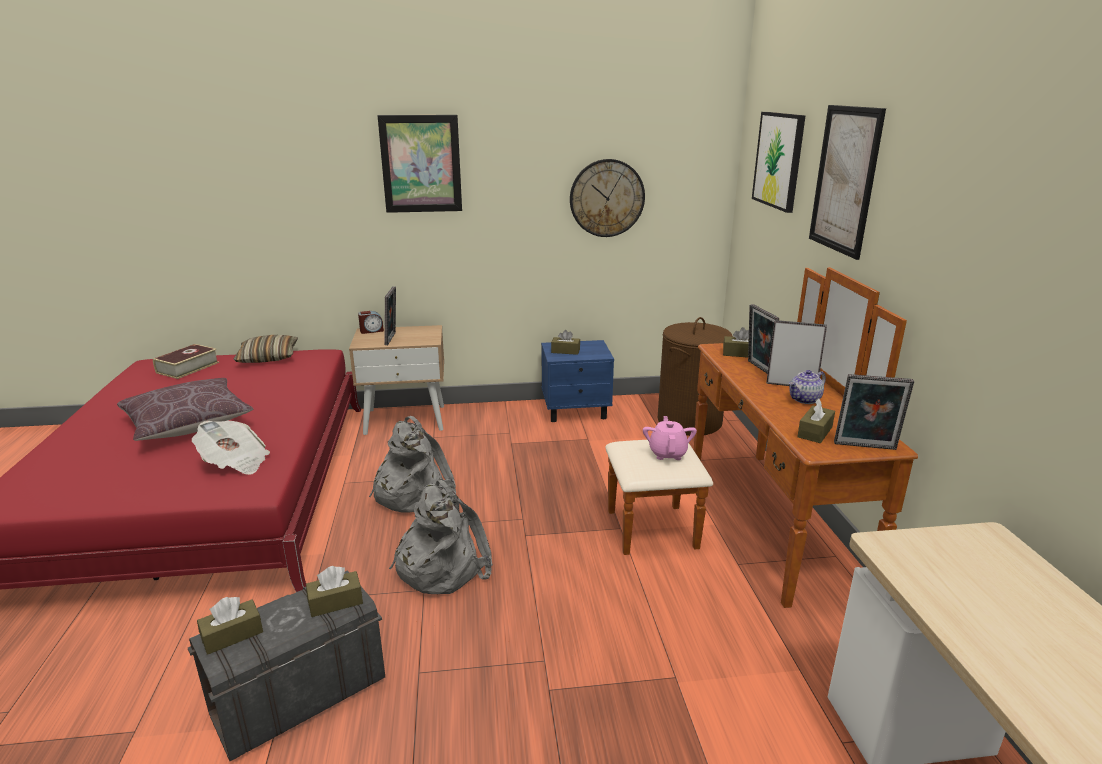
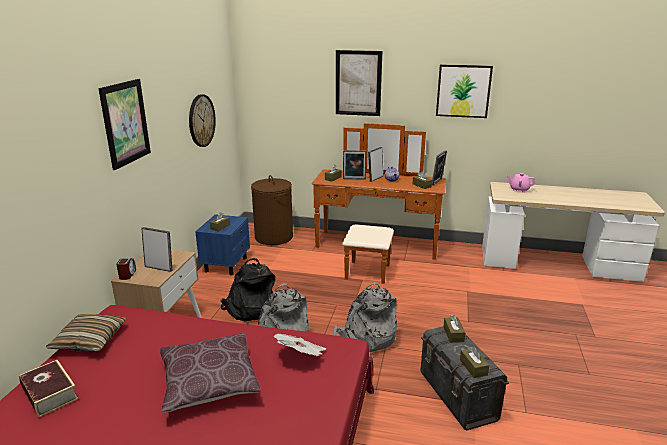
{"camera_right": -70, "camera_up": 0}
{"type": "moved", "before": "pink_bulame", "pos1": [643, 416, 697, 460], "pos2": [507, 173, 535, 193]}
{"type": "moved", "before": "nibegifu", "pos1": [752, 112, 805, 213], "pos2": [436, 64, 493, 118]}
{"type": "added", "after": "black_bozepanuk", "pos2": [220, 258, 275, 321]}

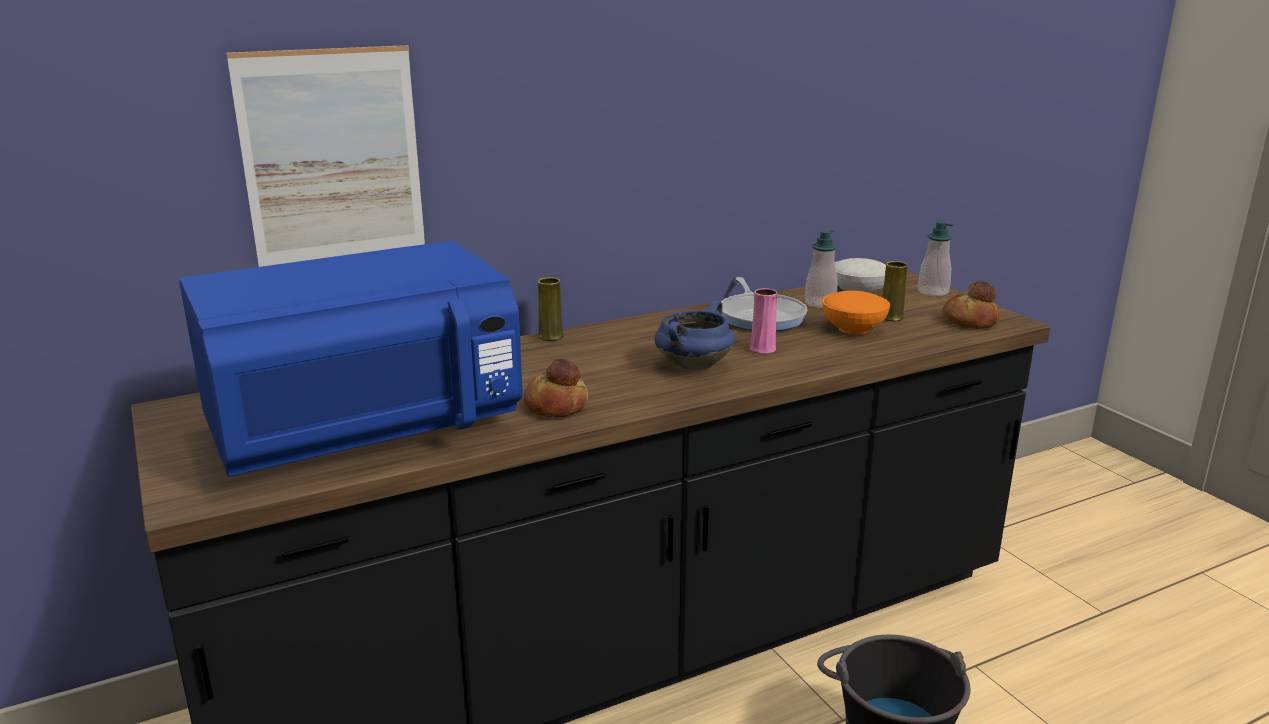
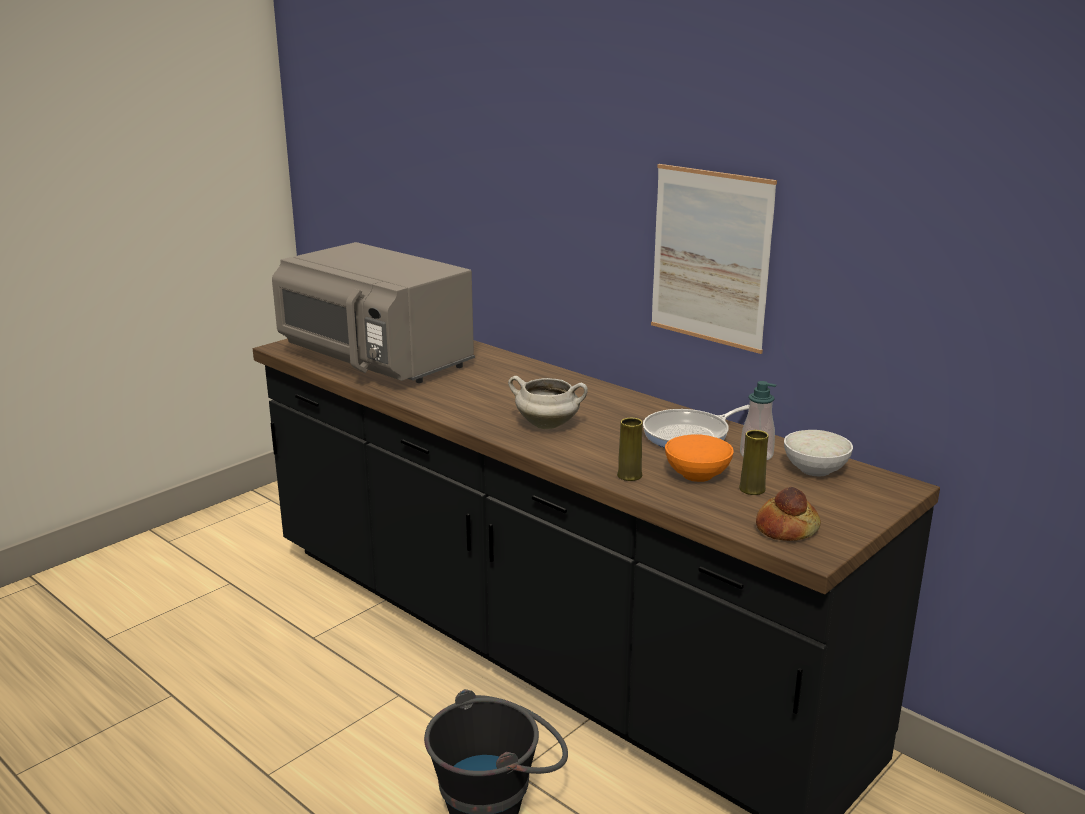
{"camera_right": 70, "camera_up": 0}
{"type": "recoloured", "before": "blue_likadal", "after": "grey_likadal", "pos1": [179, 241, 523, 477], "pos2": [272, 242, 475, 383]}
{"type": "moved", "before": "nibegifu", "pos1": [226, 45, 425, 267], "pos2": [651, 164, 777, 354]}
{"type": "removed", "before": "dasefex", "pos1": [523, 359, 588, 418]}
{"type": "moved", "before": "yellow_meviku", "pos1": [538, 277, 564, 341], "pos2": [617, 418, 643, 481]}
{"type": "recoloured", "before": "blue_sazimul", "after": "white_sazimul", "pos1": [655, 300, 735, 371], "pos2": [508, 376, 588, 429]}
{"type": "removed", "before": "pink_meviku", "pos1": [750, 288, 777, 354]}
{"type": "removed", "before": "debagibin", "pos1": [918, 221, 954, 296]}

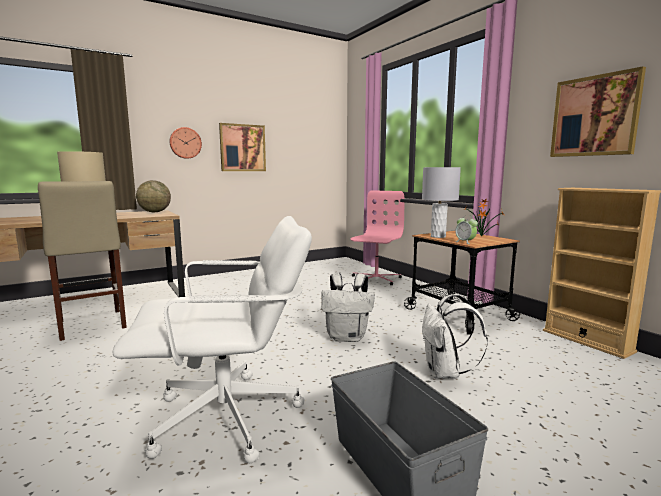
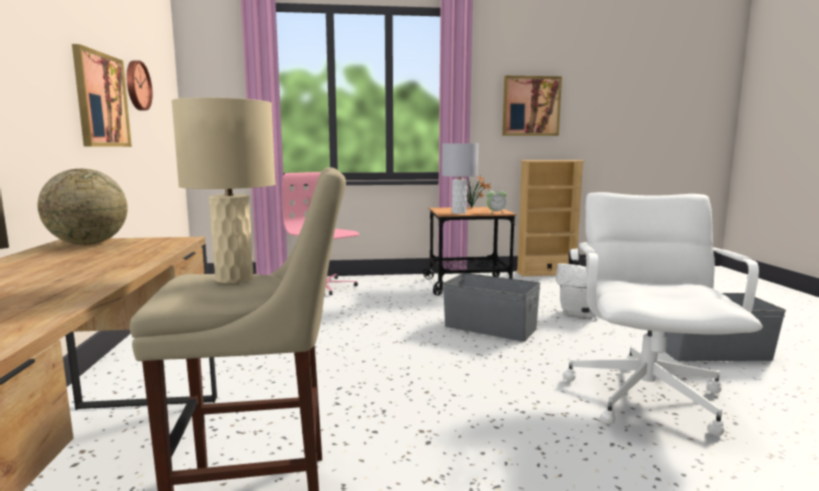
{"camera_right": -65, "camera_up": 0}
{"type": "moved", "before": "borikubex", "pos1": [169, 127, 202, 159], "pos2": [127, 60, 153, 111]}
{"type": "replaced", "before": "white_bozepanuk", "after": "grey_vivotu", "pos1": [321, 273, 375, 342], "pos2": [443, 273, 541, 342]}

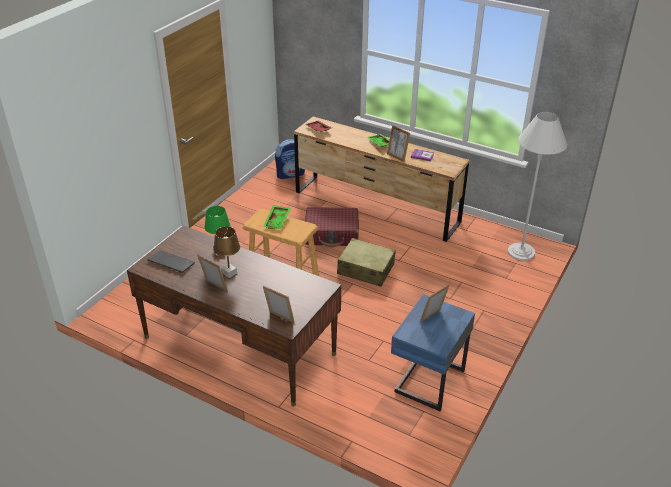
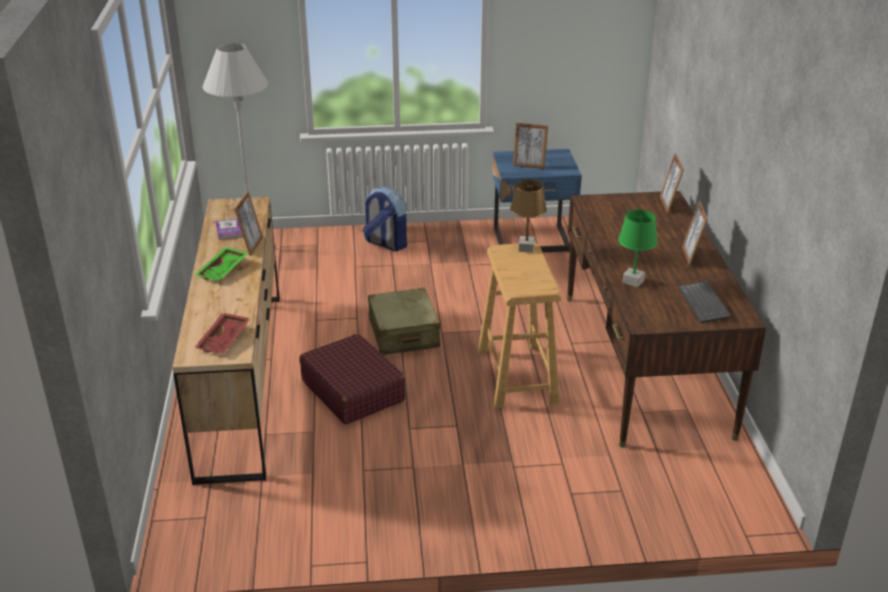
{"camera_right": -125, "camera_up": -5}
{"type": "moved", "before": "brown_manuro", "pos1": [213, 226, 240, 278], "pos2": [510, 179, 547, 253]}
{"type": "removed", "before": "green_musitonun", "pos1": [263, 206, 291, 229]}
{"type": "moved", "before": "bozepanuk", "pos1": [275, 139, 305, 179], "pos2": [363, 187, 407, 251]}

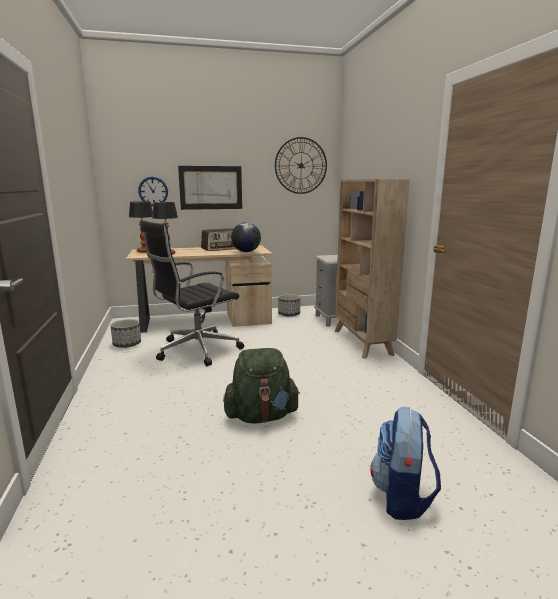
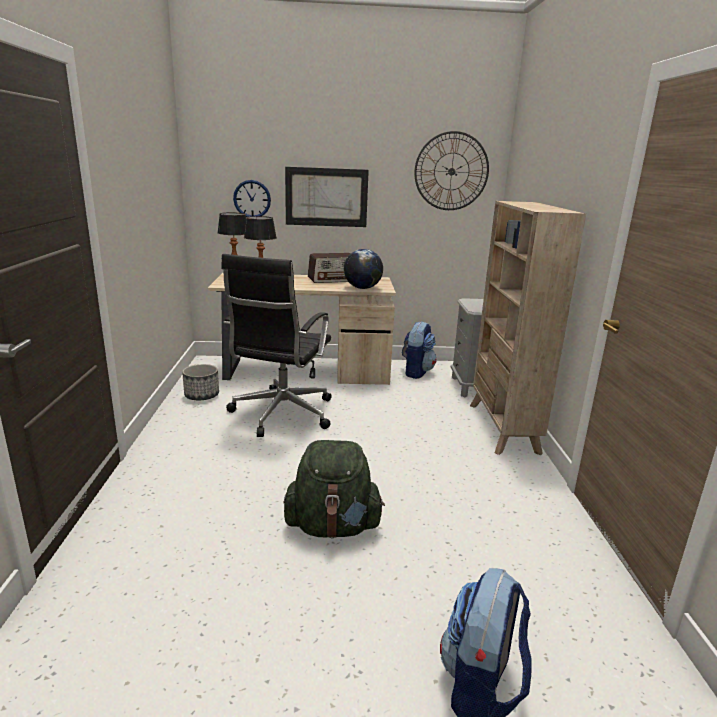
{"camera_right": 10, "camera_up": 5}
{"type": "turned", "before": "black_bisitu", "pos1": [140, 220, 244, 366], "pos2": [221, 254, 332, 437], "turn": -45}
{"type": "replaced", "before": "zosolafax", "after": "bozepanuk", "pos1": [278, 294, 300, 317], "pos2": [402, 321, 437, 379]}

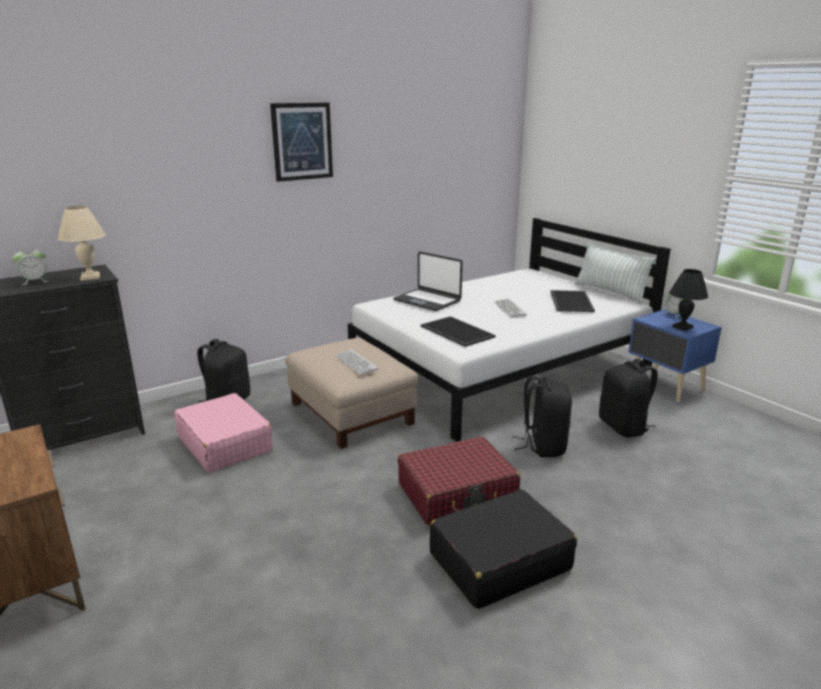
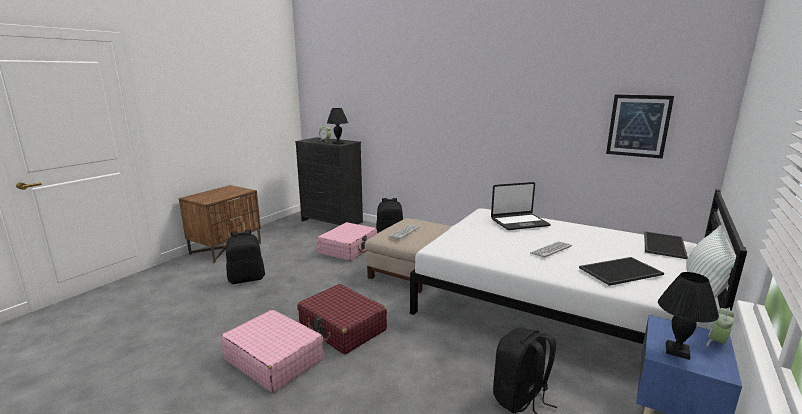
{"camera_right": 65, "camera_up": -5}
{"type": "recoloured", "before": "beige_manuro", "after": "black_manuro", "pos1": [58, 206, 106, 281], "pos2": [327, 108, 348, 145]}
{"type": "moved", "before": "nibegifu", "pos1": [270, 102, 333, 182], "pos2": [606, 94, 674, 159]}
{"type": "turned", "before": "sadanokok", "pos1": [393, 252, 463, 311], "pos2": [491, 182, 551, 230], "turn": -120}
{"type": "moved", "before": "musitonun", "pos1": [421, 316, 496, 347], "pos2": [644, 231, 688, 259]}
{"type": "recoloured", "before": "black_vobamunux", "after": "pink_vobamunux", "pos1": [430, 489, 577, 609], "pos2": [221, 310, 324, 393]}
{"type": "moved", "before": "black_bozepanuk", "pos1": [512, 375, 572, 457], "pos2": [226, 230, 265, 284]}

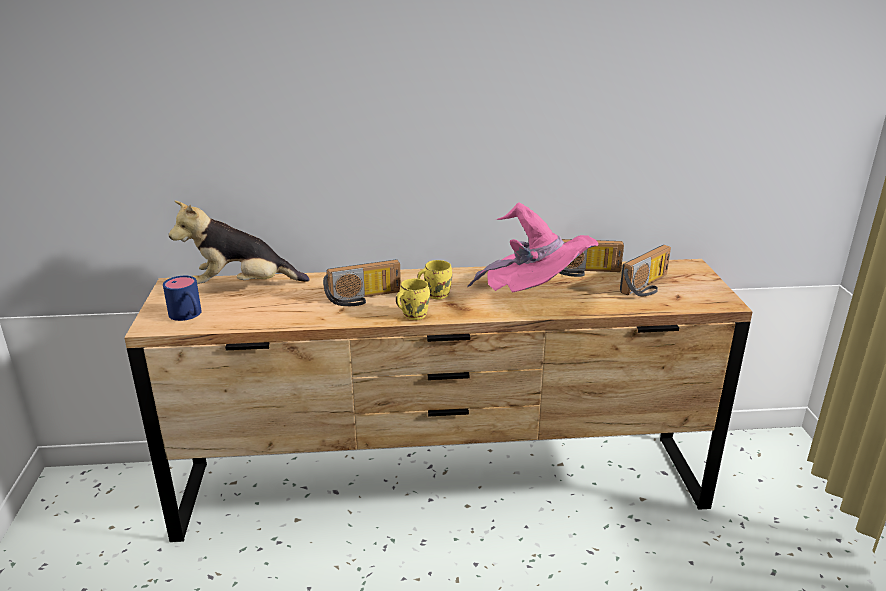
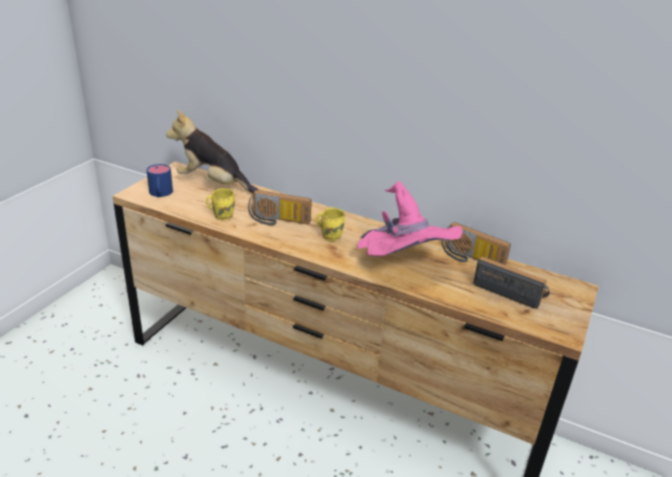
{"camera_right": 30, "camera_up": 5}
{"type": "moved", "before": "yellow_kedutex", "pos1": [396, 278, 430, 320], "pos2": [206, 188, 235, 221]}
{"type": "turned", "before": "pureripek", "pos1": [620, 245, 671, 296], "pos2": [473, 257, 549, 309], "turn": -135}

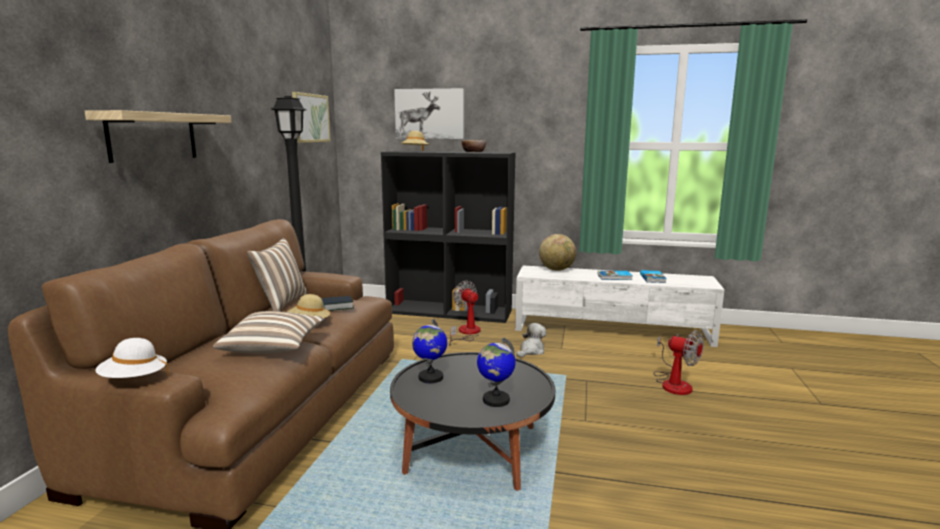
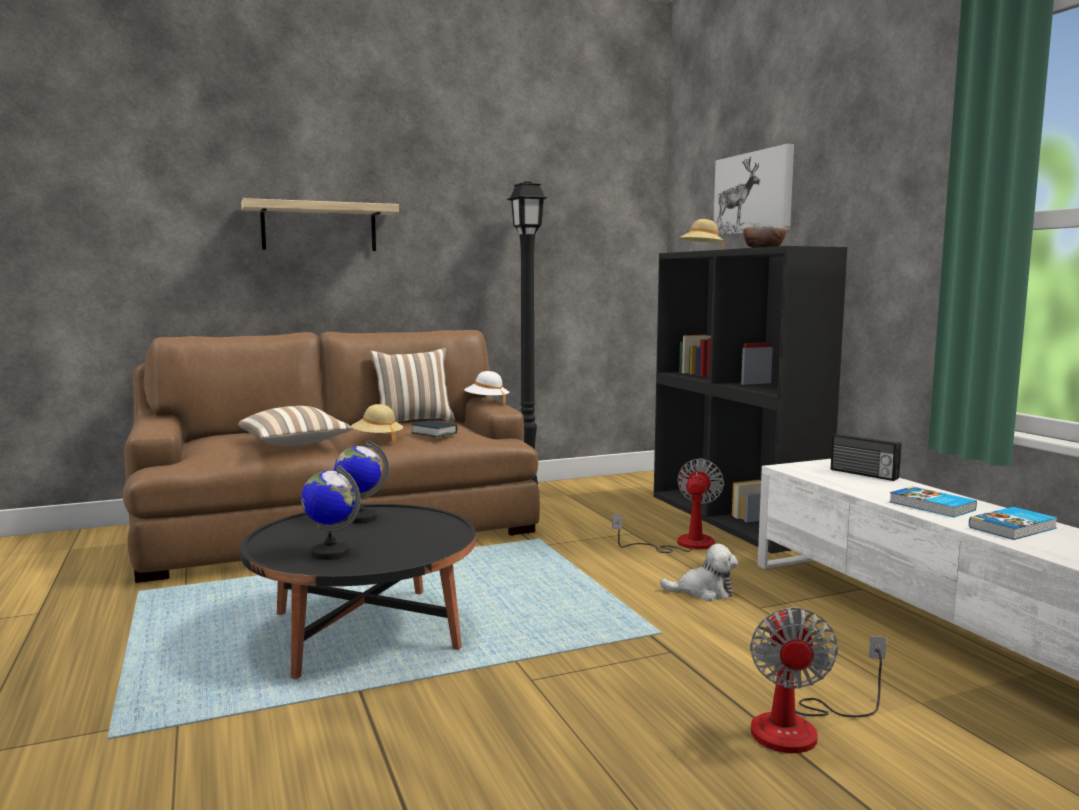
{"camera_right": 55, "camera_up": -5}
{"type": "moved", "before": "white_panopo", "pos1": [95, 338, 169, 378], "pos2": [464, 371, 509, 404]}
{"type": "removed", "before": "nibegifu", "pos1": [292, 92, 331, 143]}
{"type": "replaced", "before": "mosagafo", "after": "pureripek", "pos1": [539, 234, 576, 271], "pos2": [831, 434, 901, 481]}

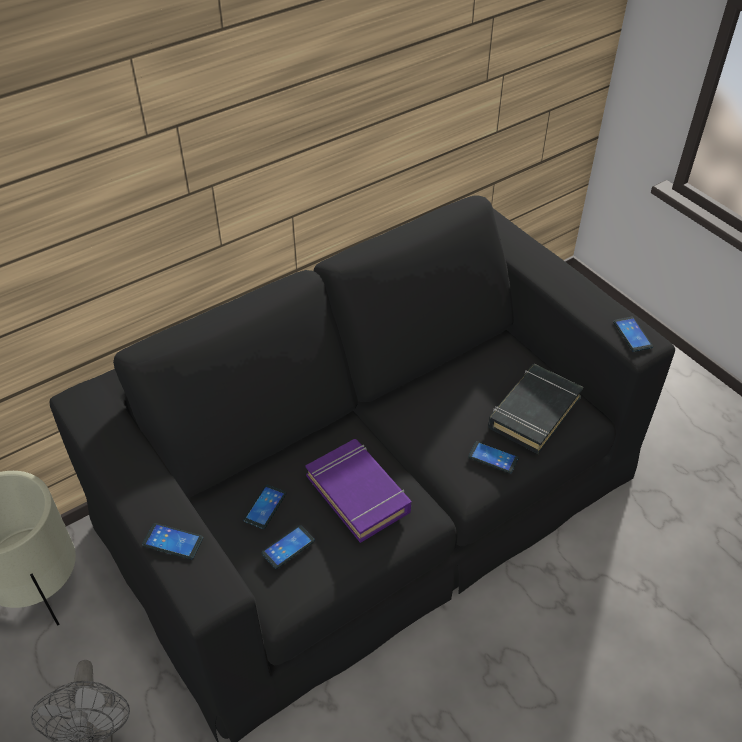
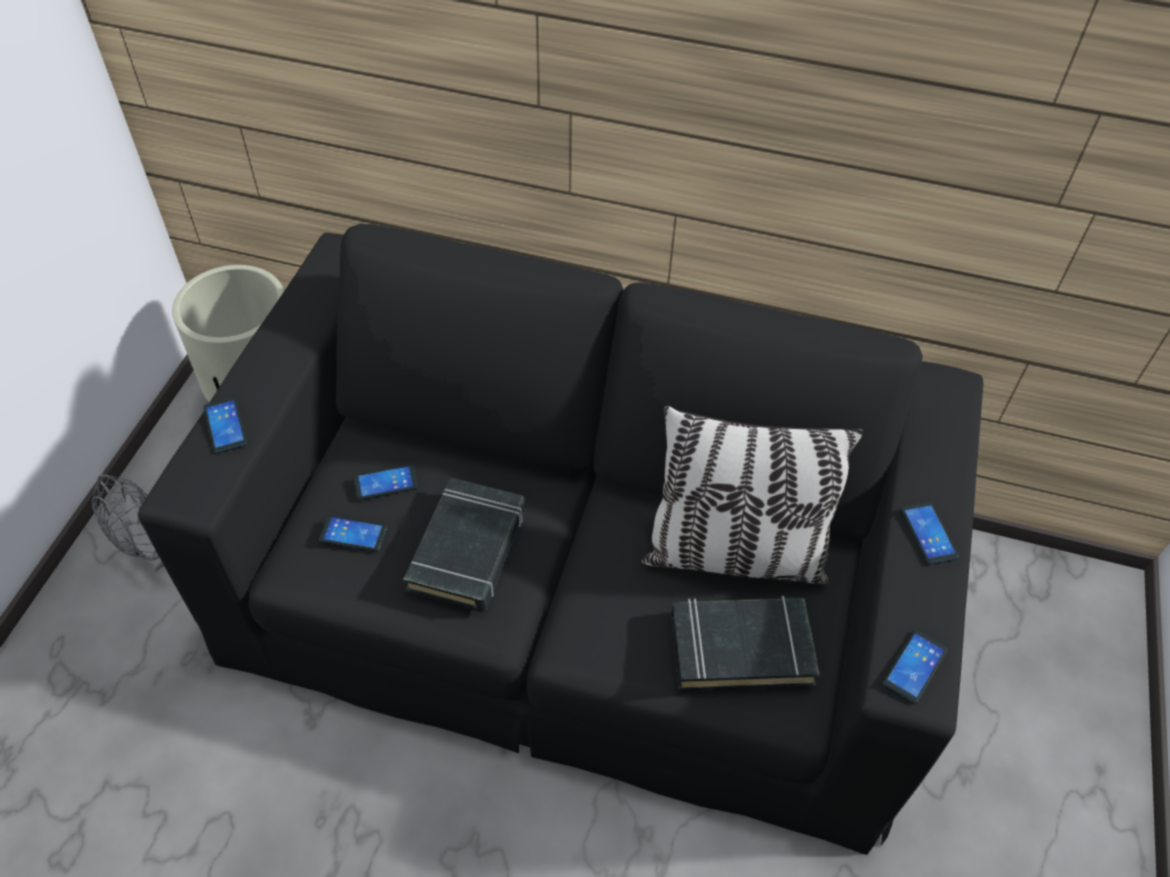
{"camera_right": 50, "camera_up": 5}
{"type": "recoloured", "before": "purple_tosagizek", "after": "black_tosagizek", "pos1": [305, 439, 411, 543], "pos2": [403, 477, 525, 612]}
{"type": "moved", "before": "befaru", "pos1": [468, 441, 519, 473], "pos2": [900, 502, 959, 565]}
{"type": "added", "after": "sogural", "pos2": [642, 405, 864, 584]}

